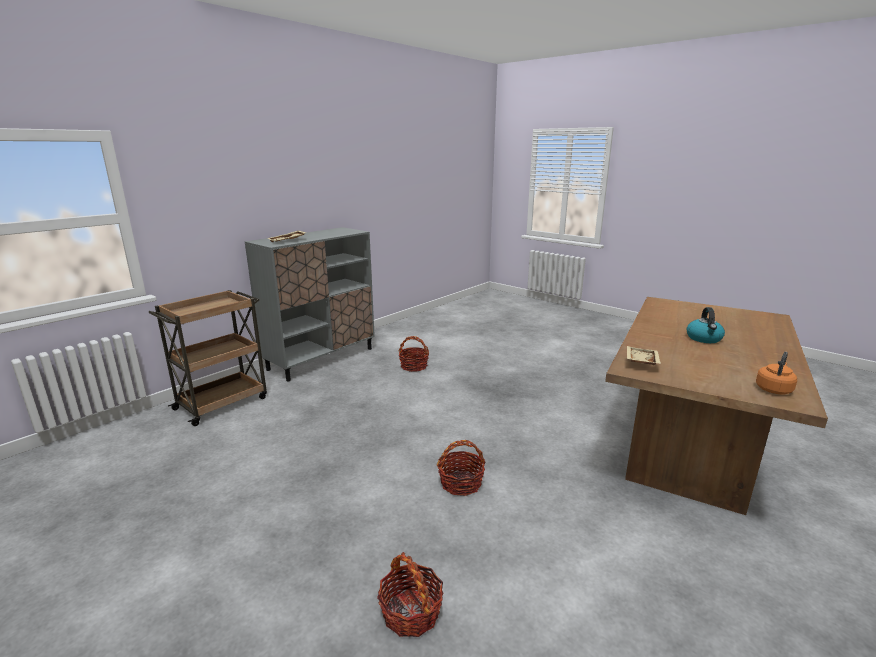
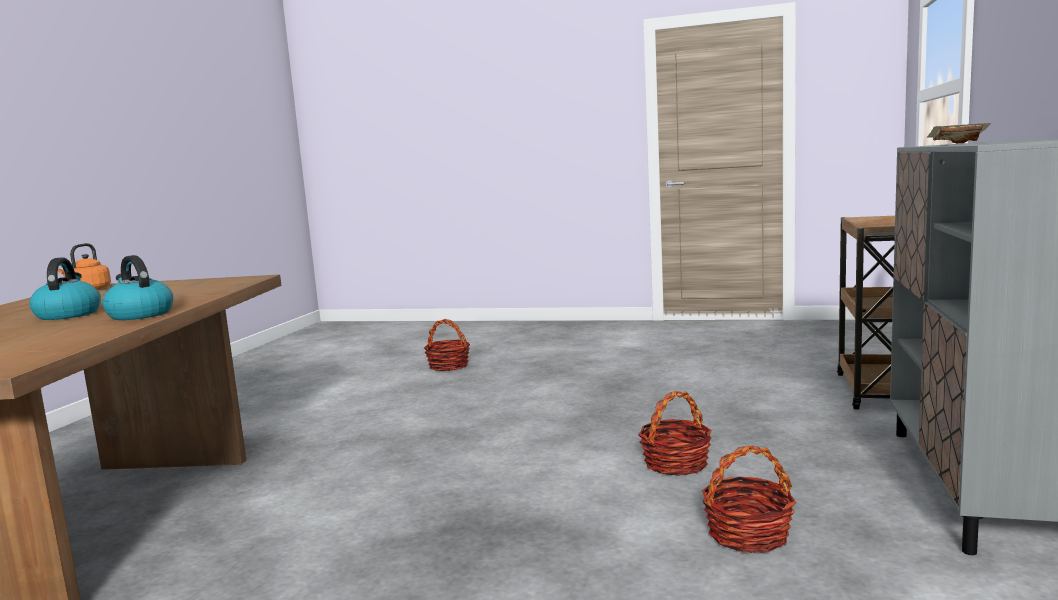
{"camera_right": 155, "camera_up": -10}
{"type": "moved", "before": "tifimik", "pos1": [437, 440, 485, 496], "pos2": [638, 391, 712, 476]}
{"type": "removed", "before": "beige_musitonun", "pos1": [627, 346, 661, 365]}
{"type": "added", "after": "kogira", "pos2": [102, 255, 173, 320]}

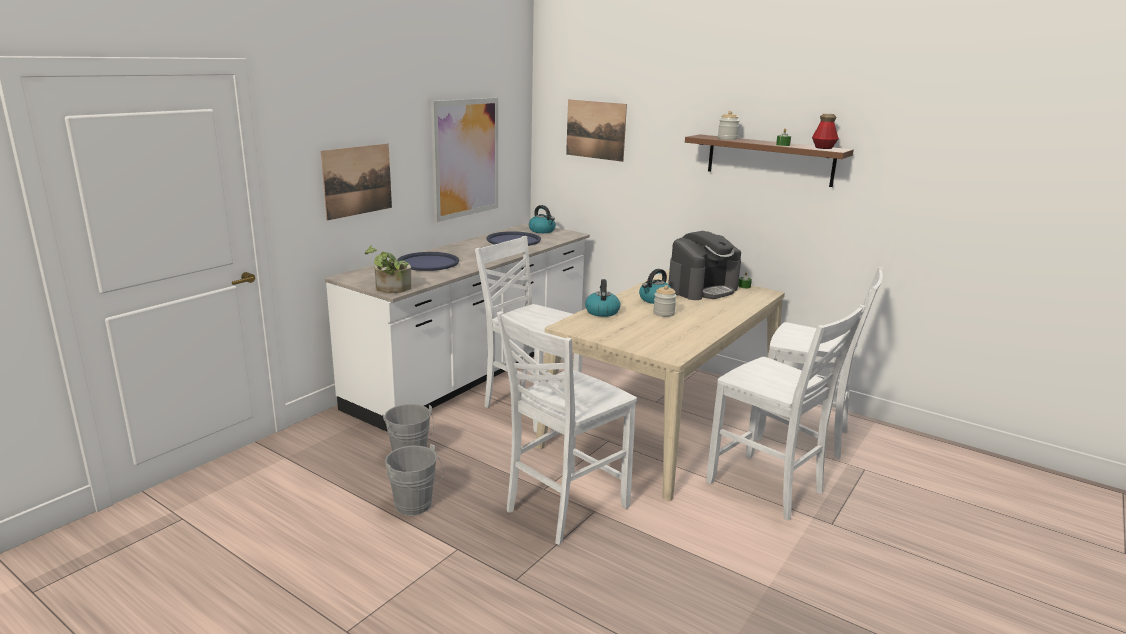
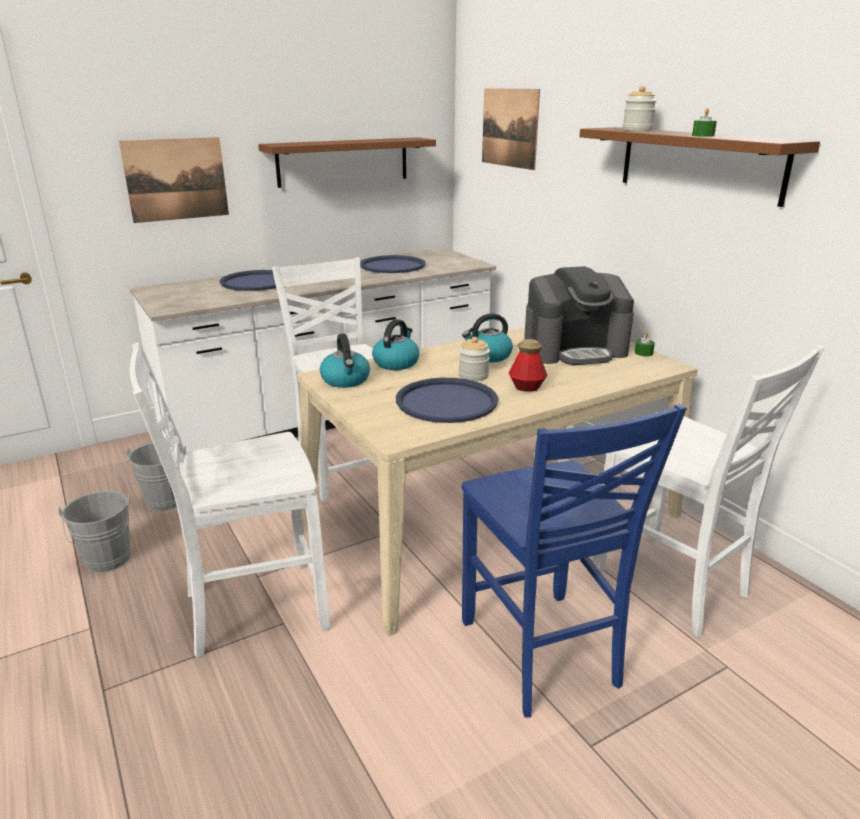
{"camera_right": 25, "camera_up": 5}
{"type": "removed", "before": "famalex", "pos1": [365, 246, 411, 293]}
{"type": "replaced", "before": "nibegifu", "after": "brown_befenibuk", "pos1": [431, 98, 498, 222], "pos2": [258, 137, 436, 188]}
{"type": "moved", "before": "kogira", "pos1": [529, 205, 556, 233], "pos2": [320, 334, 370, 388]}
{"type": "recoloured", "before": "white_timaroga", "after": "blue_timaroga", "pos1": [706, 305, 866, 520], "pos2": [462, 404, 687, 718]}
{"type": "moved", "before": "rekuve", "pos1": [812, 114, 839, 149], "pos2": [509, 339, 547, 392]}
{"type": "added", "after": "blue_musitonun", "pos2": [396, 378, 498, 423]}

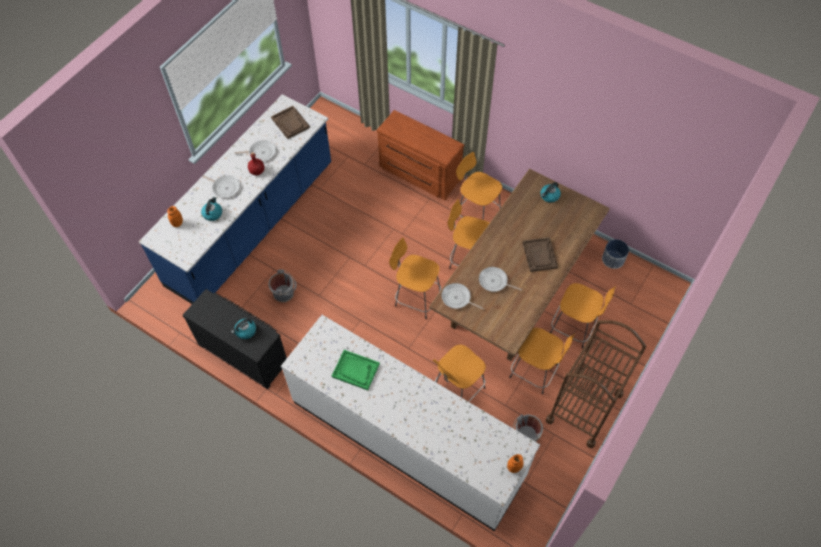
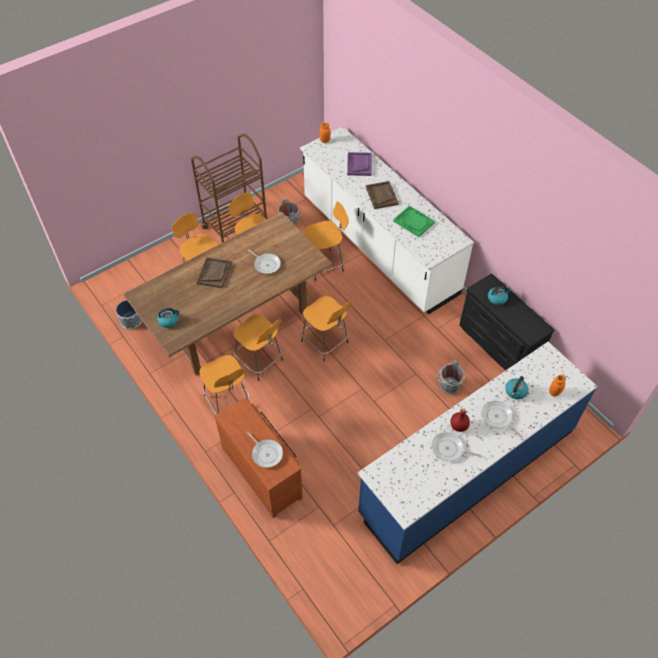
{"camera_right": -160, "camera_up": -5}
{"type": "moved", "before": "brown_musitonun", "pos1": [271, 106, 310, 139], "pos2": [366, 181, 399, 209]}
{"type": "moved", "before": "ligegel", "pos1": [441, 283, 484, 310], "pos2": [247, 431, 283, 468]}
{"type": "added", "after": "purple_musitonun", "pos2": [347, 152, 372, 176]}

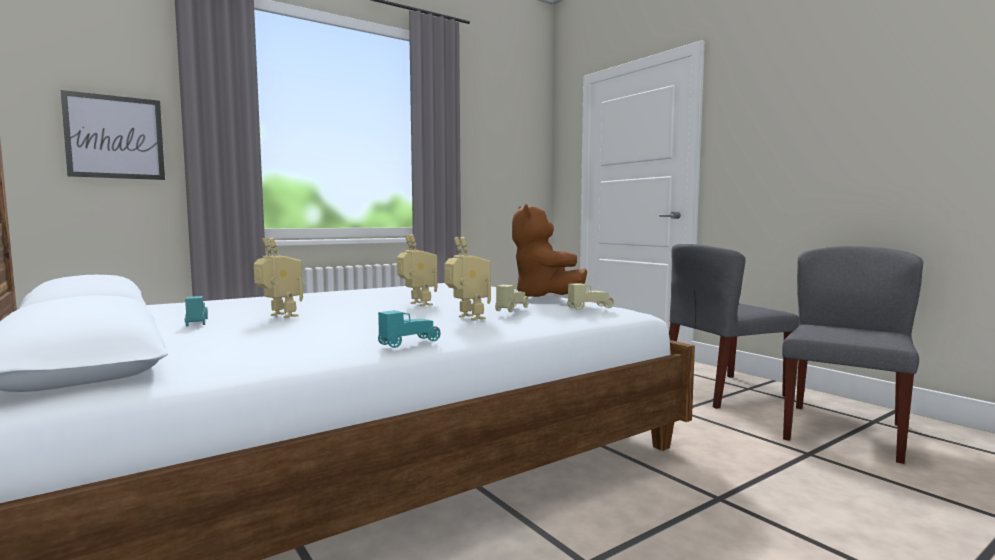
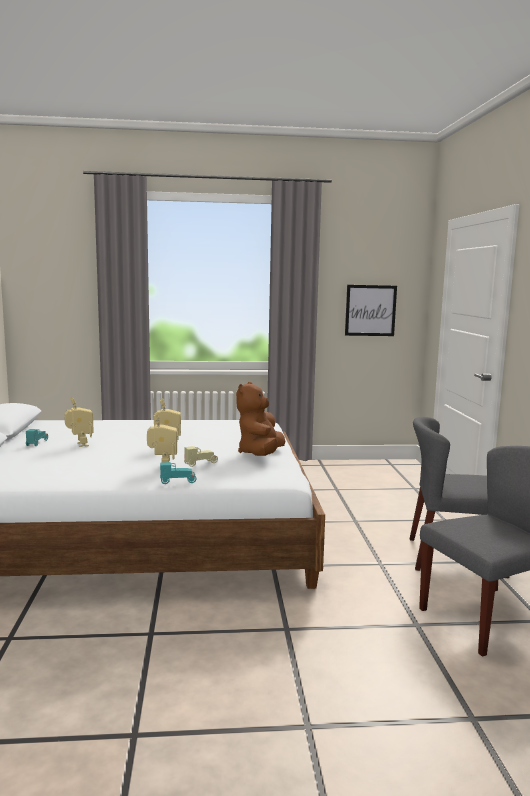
{"camera_right": 30, "camera_up": 5}
{"type": "moved", "before": "nibegifu", "pos1": [61, 90, 165, 180], "pos2": [345, 285, 397, 336]}
{"type": "moved", "before": "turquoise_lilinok", "pos1": [378, 310, 441, 348], "pos2": [160, 462, 196, 484]}
{"type": "removed", "before": "beige_lilinok", "pos1": [567, 283, 614, 310]}

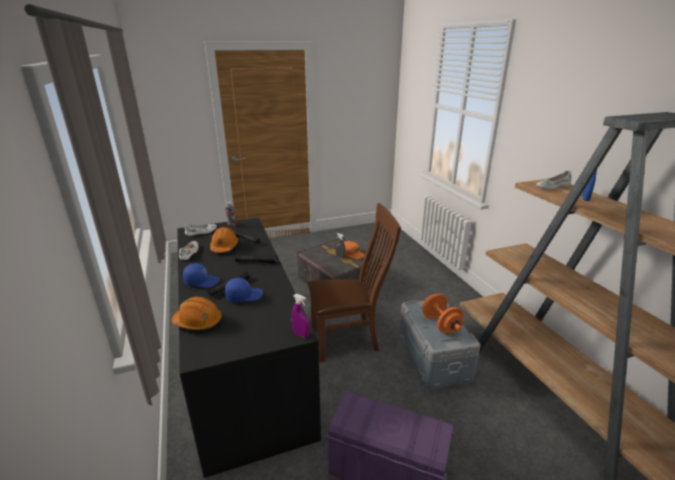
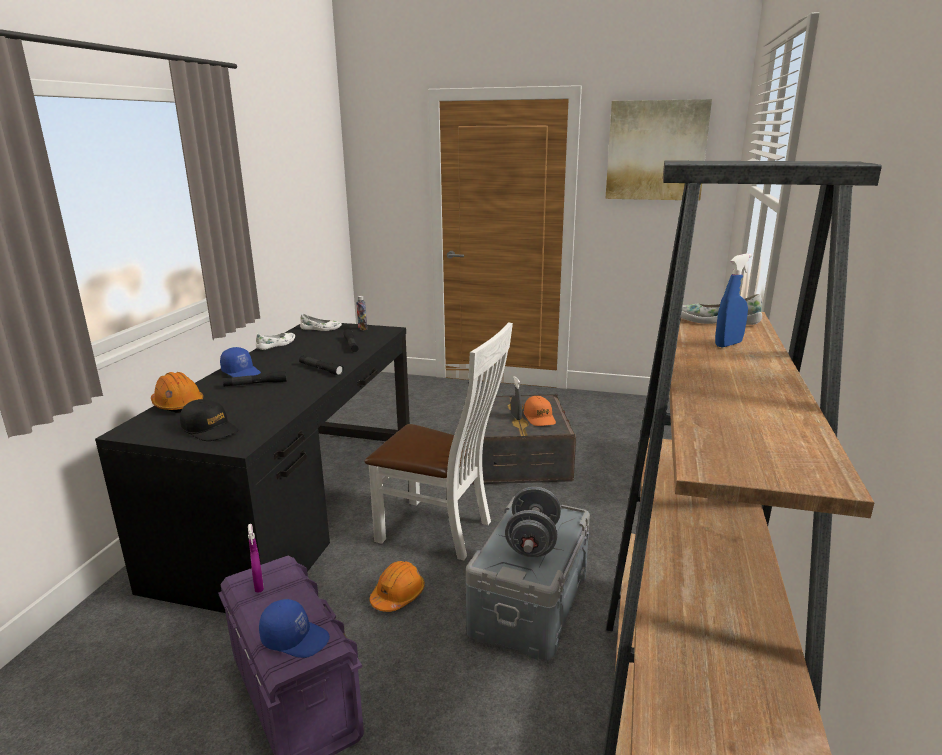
{"camera_right": 35, "camera_up": -5}
{"type": "moved", "before": "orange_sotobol", "pos1": [210, 227, 238, 253], "pos2": [369, 561, 425, 612]}
{"type": "moved", "before": "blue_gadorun", "pos1": [225, 278, 263, 302], "pos2": [259, 599, 330, 658]}
{"type": "moved", "before": "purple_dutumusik", "pos1": [291, 294, 310, 338], "pos2": [248, 524, 264, 593]}
{"type": "recoloured", "before": "brown_timaroga", "after": "white_timaroga", "pos1": [308, 203, 401, 362], "pos2": [365, 322, 513, 560]}
{"type": "recoloured", "before": "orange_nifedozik", "after": "grey_nifedozik", "pos1": [422, 294, 463, 333], "pos2": [505, 487, 561, 557]}
{"type": "added", "after": "black_gadorun", "pos2": [180, 399, 239, 441]}
{"type": "added", "after": "nibegifu", "pos2": [605, 99, 712, 201]}

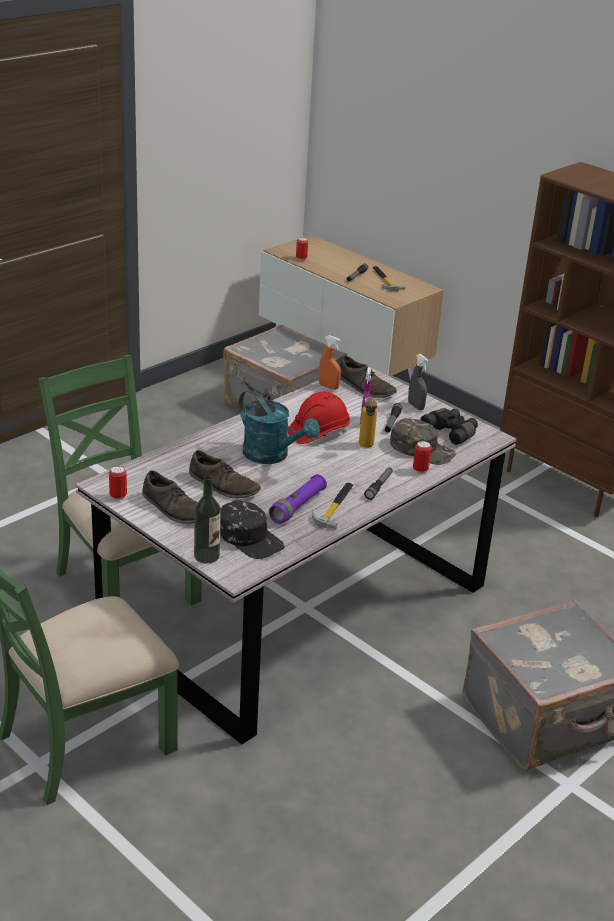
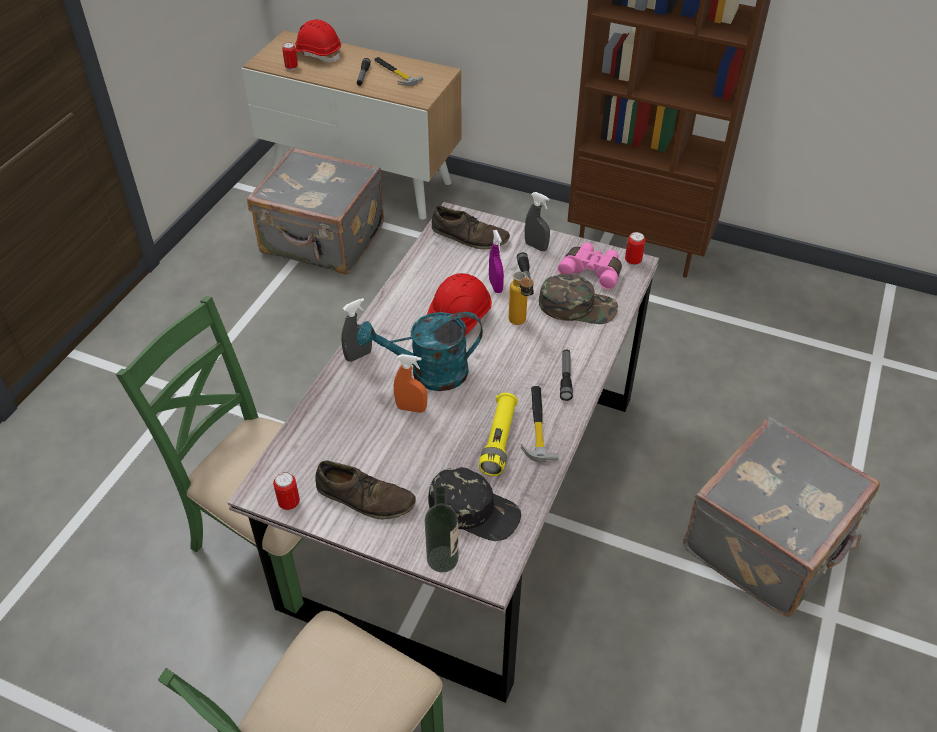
{"camera_right": -20, "camera_up": 15}
{"type": "removed", "before": "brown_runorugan", "pos1": [189, 450, 261, 498]}
{"type": "turned", "before": "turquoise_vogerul", "pos1": [239, 390, 320, 464], "pos2": [357, 312, 483, 391], "turn": 150}
{"type": "recoloured", "before": "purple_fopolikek", "after": "yellow_fopolikek", "pos1": [269, 474, 327, 524], "pos2": [479, 393, 518, 476]}
{"type": "moved", "before": "orange_dutumusik", "pos1": [319, 335, 341, 390], "pos2": [394, 354, 427, 413]}
{"type": "moved", "before": "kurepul", "pos1": [413, 441, 432, 474], "pos2": [625, 232, 646, 266]}
{"type": "recoloured", "before": "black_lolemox", "after": "pink_lolemox", "pos1": [420, 408, 478, 445], "pos2": [557, 243, 622, 289]}
{"type": "added", "after": "red_sotobol", "pos2": [295, 19, 341, 62]}
{"type": "added", "after": "grey_dutumusik", "pos2": [341, 298, 372, 362]}

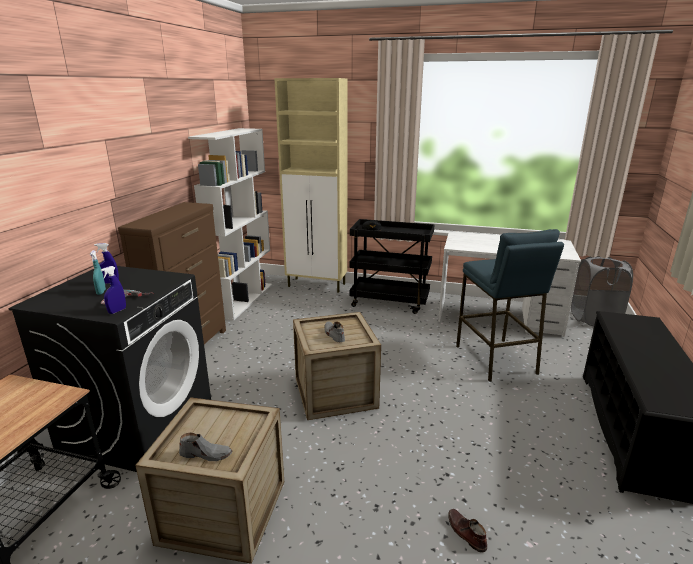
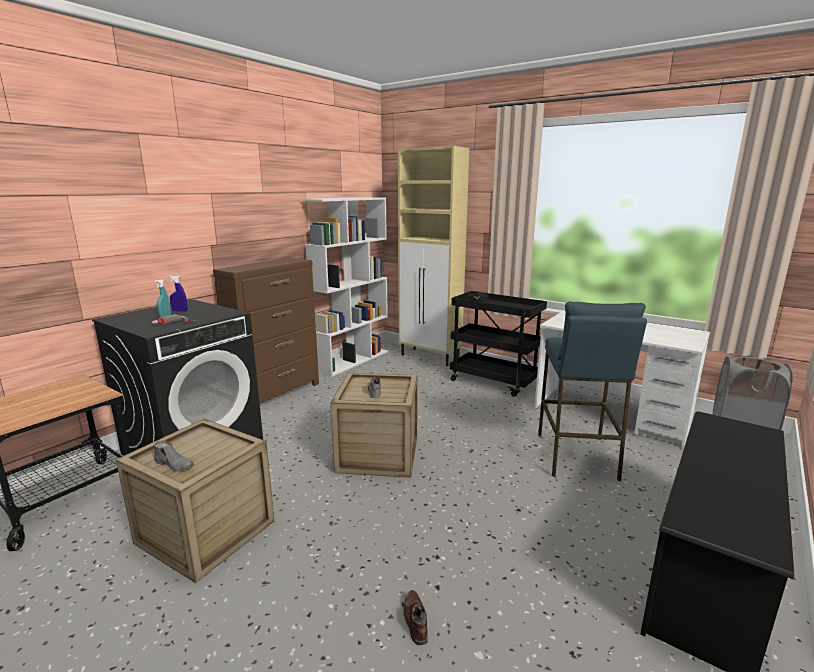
{"camera_right": 20, "camera_up": -5}
{"type": "removed", "before": "blue_dutumusik", "pos1": [101, 266, 126, 314]}

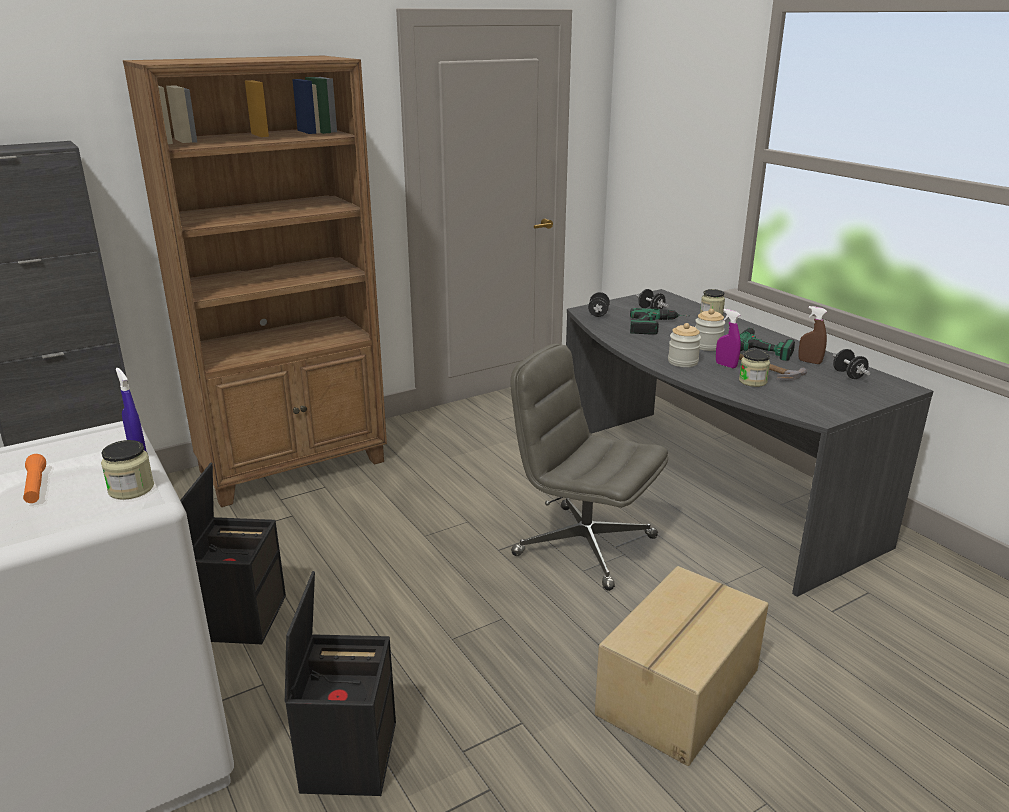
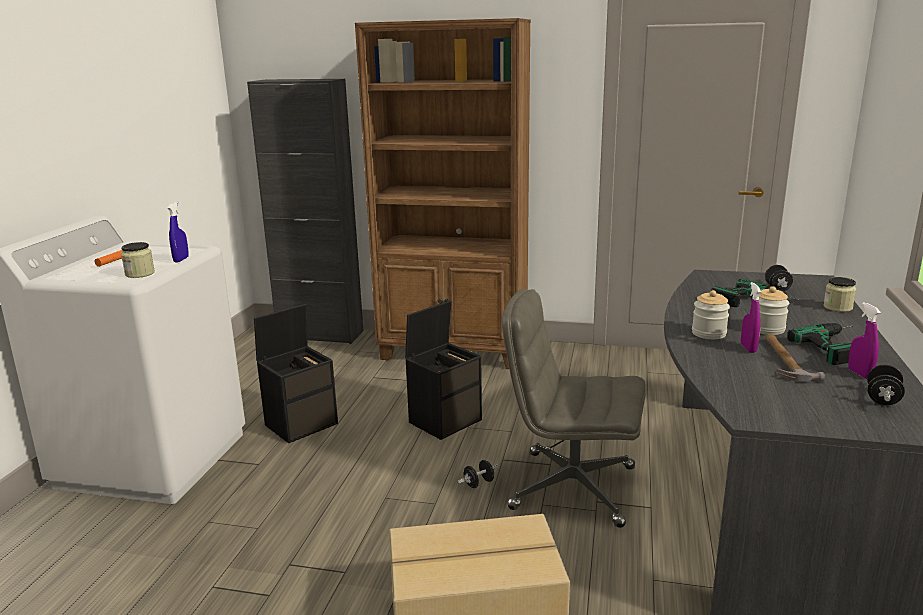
{"camera_right": 45, "camera_up": -5}
{"type": "moved", "before": "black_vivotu", "pos1": [285, 571, 396, 796], "pos2": [405, 300, 482, 440]}
{"type": "turned", "before": "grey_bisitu", "pos1": [510, 344, 668, 591], "pos2": [502, 289, 646, 528], "turn": -60}
{"type": "moved", "before": "black_nifedozik", "pos1": [588, 292, 610, 317], "pos2": [458, 460, 499, 488]}
{"type": "removed", "before": "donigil", "pos1": [739, 350, 770, 387]}
{"type": "recoloured", "before": "brown_dutumusik", "after": "purple_dutumusik", "pos1": [798, 306, 827, 364], "pos2": [848, 302, 881, 379]}

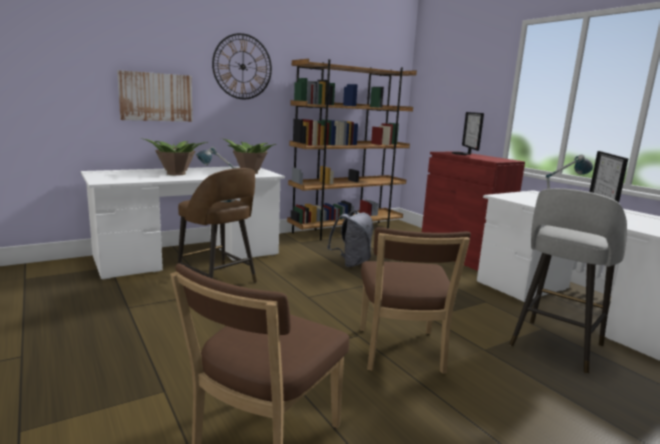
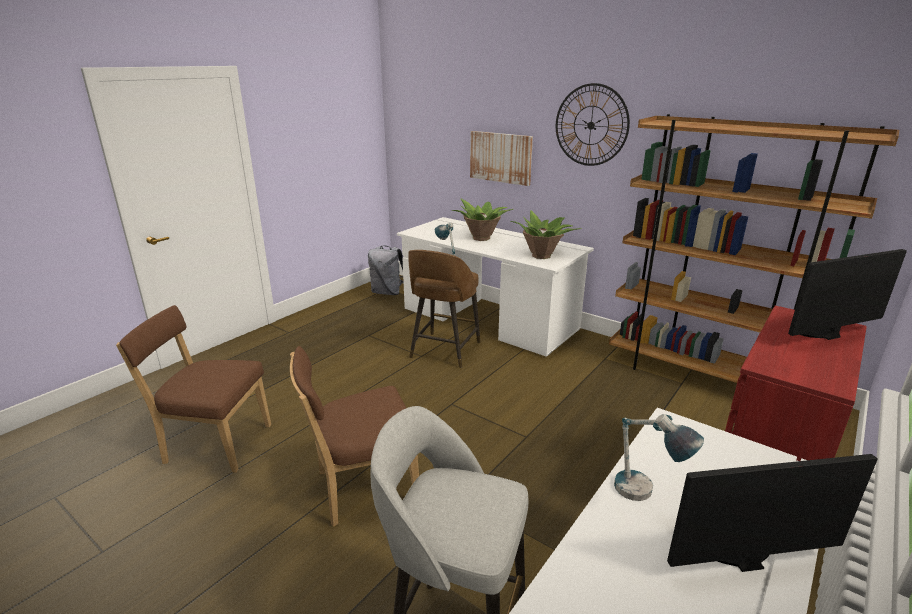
{"camera_right": 70, "camera_up": 10}
{"type": "moved", "before": "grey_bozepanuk", "pos1": [327, 210, 373, 267], "pos2": [368, 246, 404, 295]}

